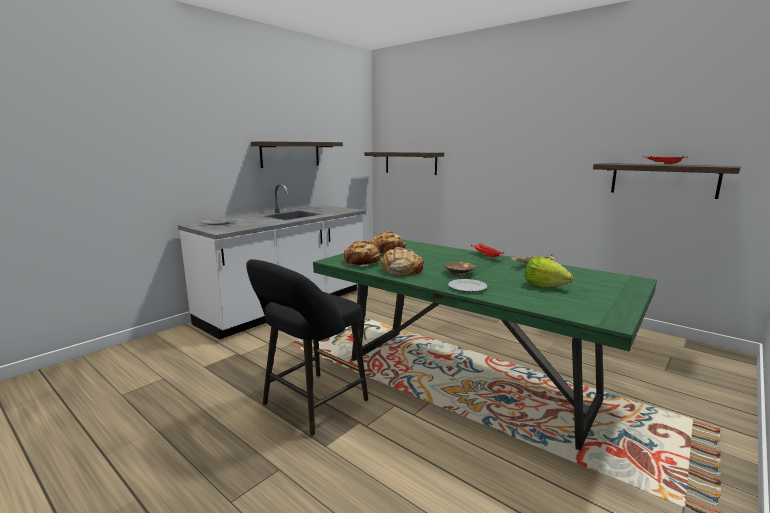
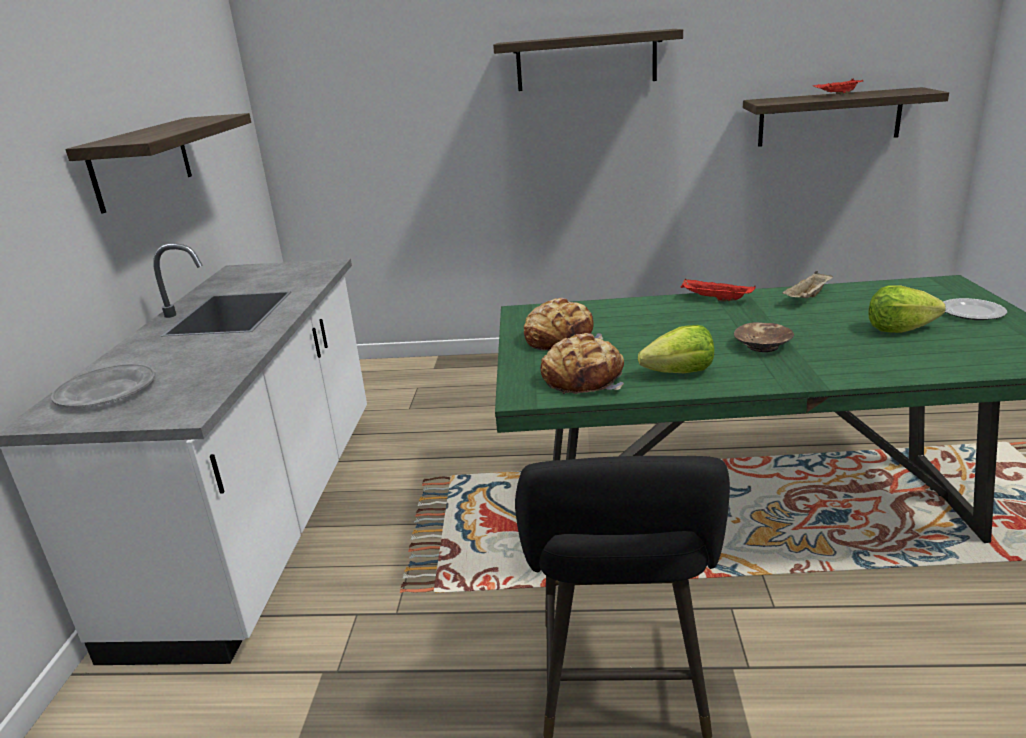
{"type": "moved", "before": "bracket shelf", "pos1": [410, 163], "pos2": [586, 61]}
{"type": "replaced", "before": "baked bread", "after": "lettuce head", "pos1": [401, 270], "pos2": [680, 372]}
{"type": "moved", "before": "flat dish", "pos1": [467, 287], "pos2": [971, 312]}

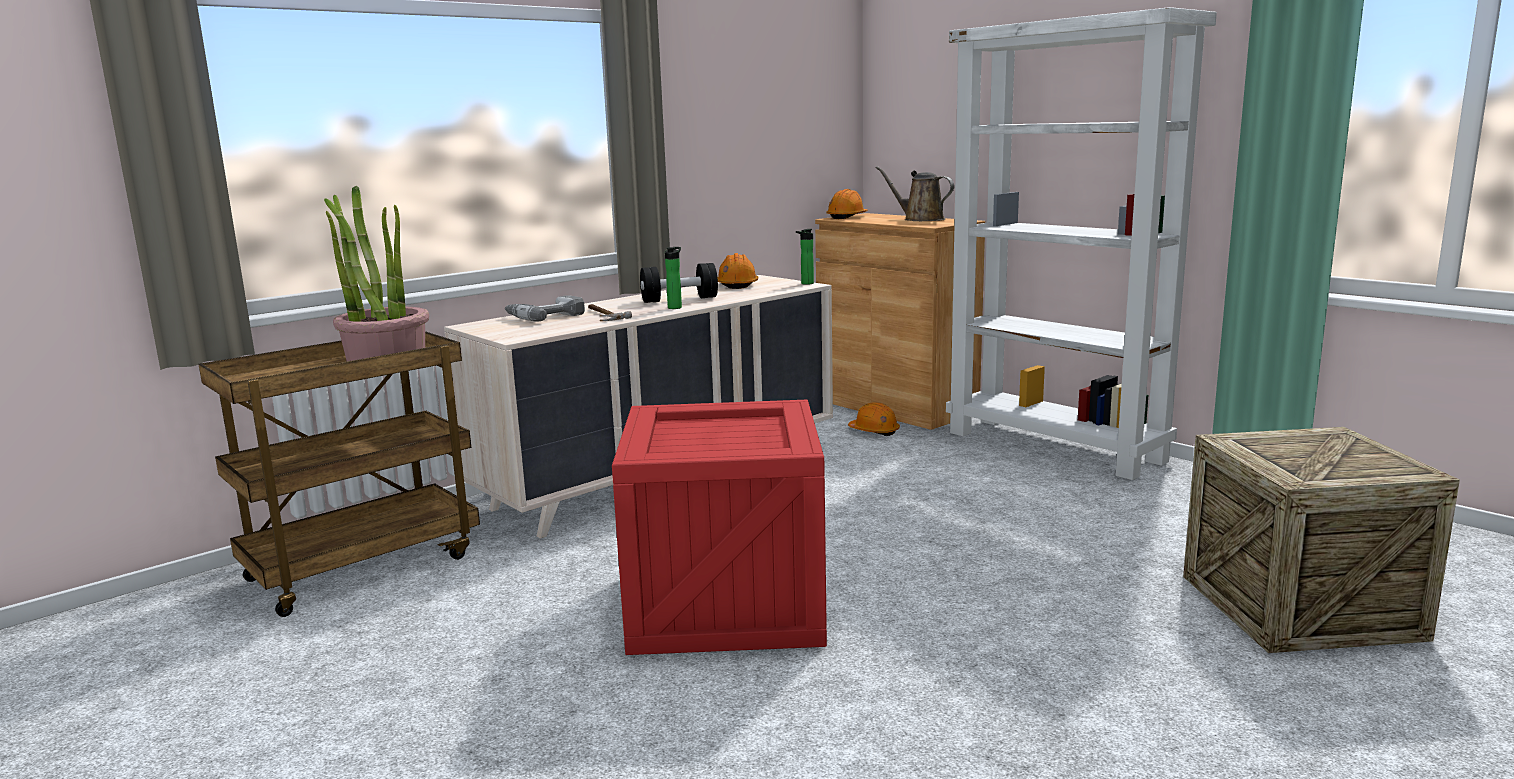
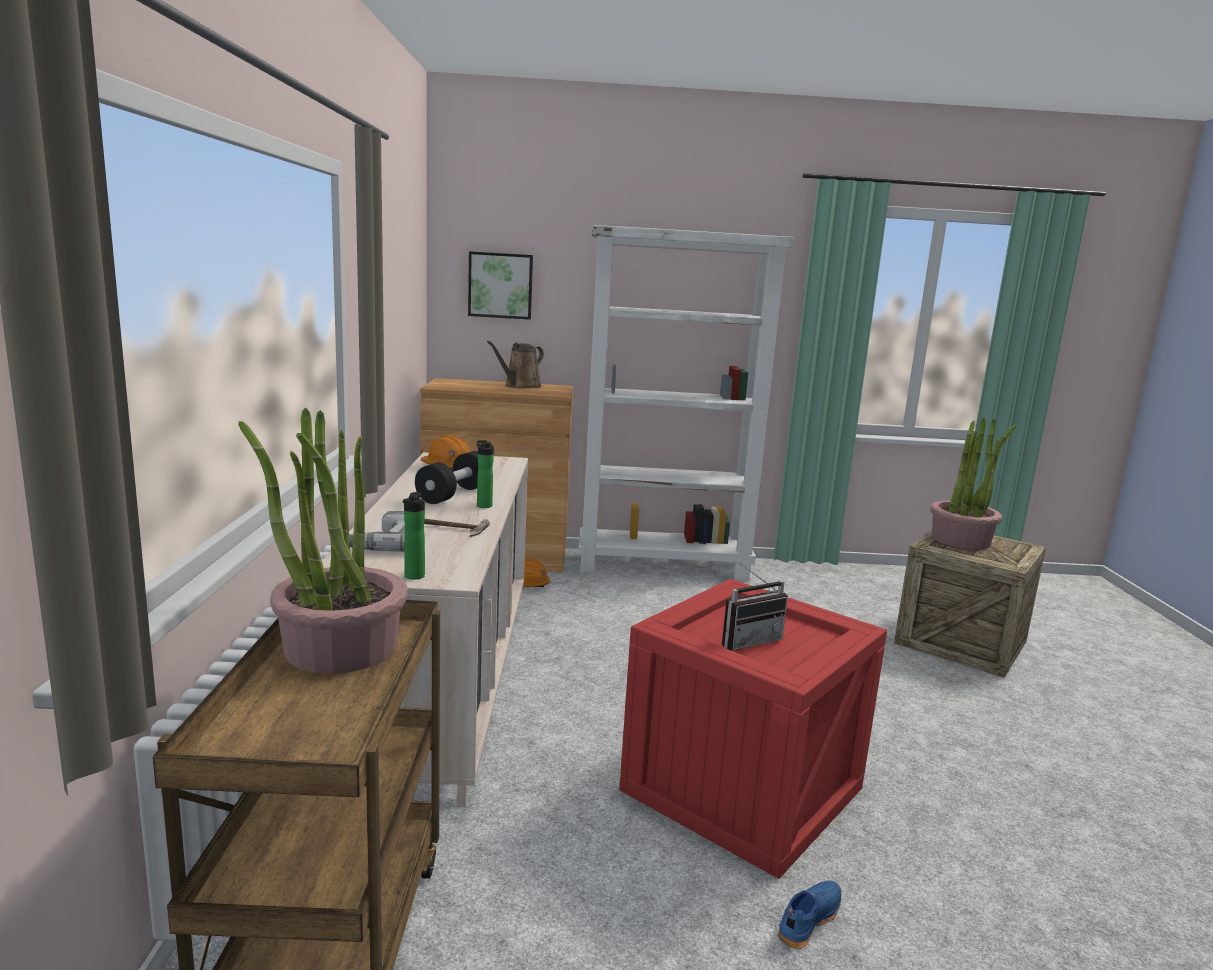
{"type": "turned", "before": "watering can/brownish", "pos1": [920, 219], "pos2": [520, 386], "turn": -45}
{"type": "removed", "before": "safety helmet/orangey", "pos1": [847, 217]}
{"type": "moved", "before": "drink bottle", "pos1": [805, 283], "pos2": [413, 577]}
{"type": "added", "after": "wall picture", "pos2": [500, 285]}
{"type": "added", "after": "houseplant", "pos2": [961, 540]}
{"type": "added", "after": "radio set", "pos2": [747, 640]}
{"type": "added", "after": "low shoe/blue-coloured", "pos2": [807, 920]}

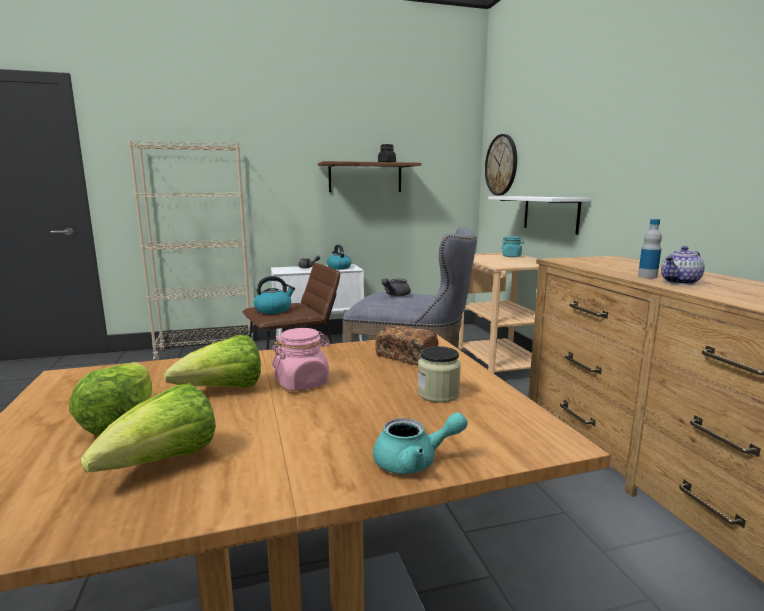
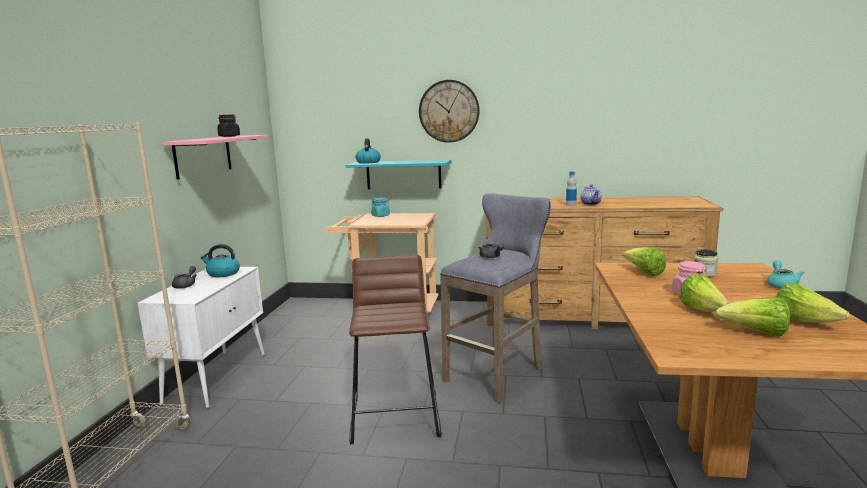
{"type": "moved", "before": "hanging clock", "pos1": [501, 165], "pos2": [449, 111]}
{"type": "recoloured", "before": "bracket shelf/brownish", "after": "bracket shelf/pink-coloured", "pos1": [365, 178], "pos2": [203, 156]}
{"type": "recoloured", "before": "bracket shelf/white-coloured", "after": "bracket shelf/turquoise-coloured", "pos1": [550, 214], "pos2": [403, 174]}
{"type": "moved", "before": "water kettle", "pos1": [273, 310], "pos2": [368, 162]}
{"type": "replaced", "before": "baked bread", "after": "lettuce head", "pos1": [406, 357], "pos2": [644, 272]}

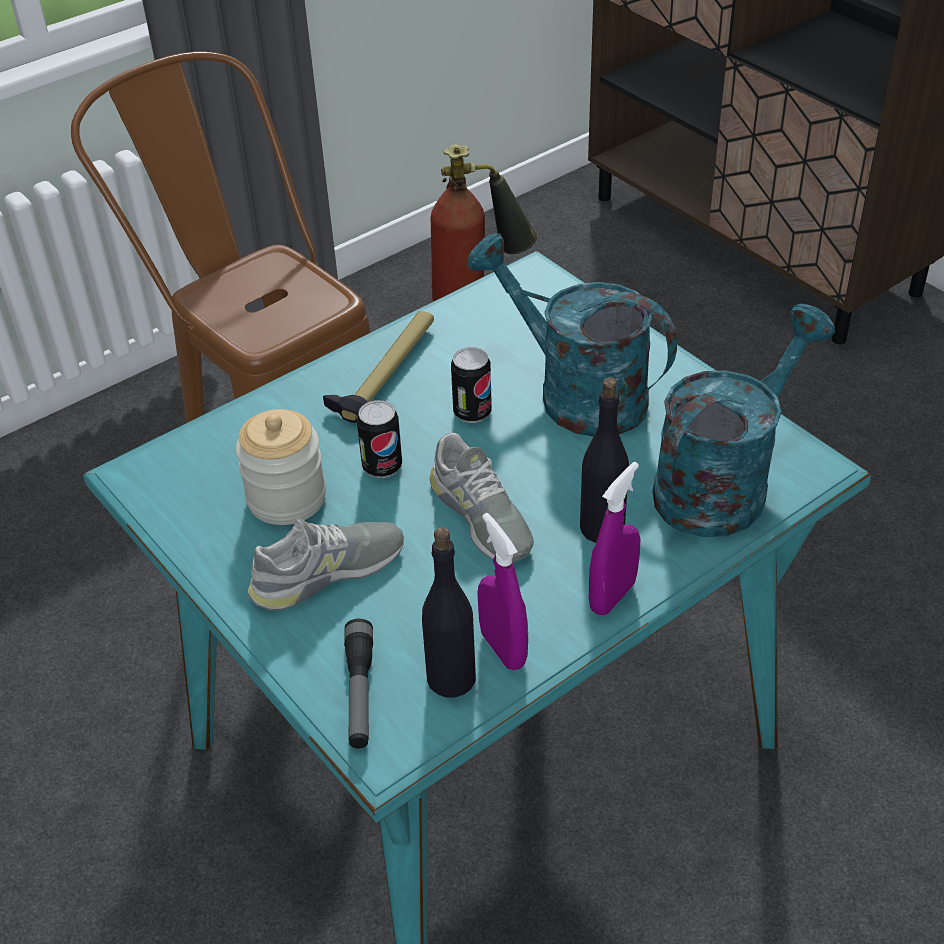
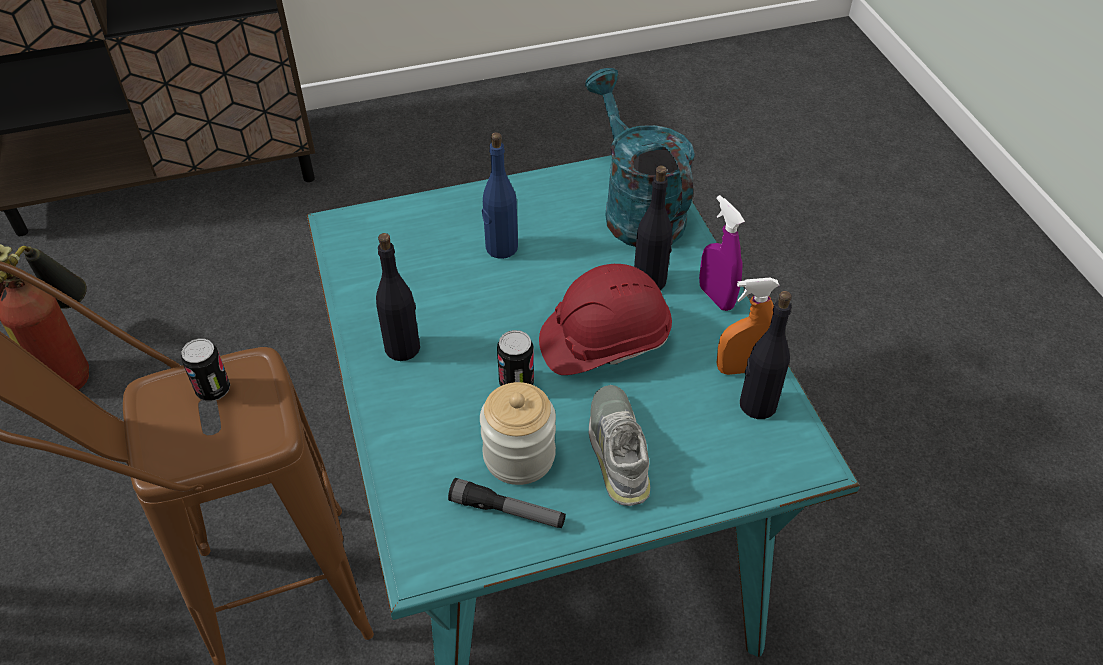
{"type": "replaced", "before": "watering can/turquoise-coloured", "after": "drink bottle/blue-coloured", "pos1": [575, 393], "pos2": [501, 248]}
{"type": "replaced", "before": "tool hammer", "after": "drink bottle/blackish", "pos1": [388, 373], "pos2": [403, 347]}
{"type": "moved", "before": "sealed can", "pos1": [472, 412], "pos2": [213, 390]}
{"type": "replaced", "before": "low shoe/gray", "after": "safety helmet/red", "pos1": [480, 516], "pos2": [604, 341]}
{"type": "recoloured", "before": "hand sprayer/purple-coloured", "after": "hand sprayer/orangey", "pos1": [503, 649], "pos2": [741, 368]}
{"type": "moved", "before": "hand torch", "pos1": [359, 692], "pos2": [507, 511]}

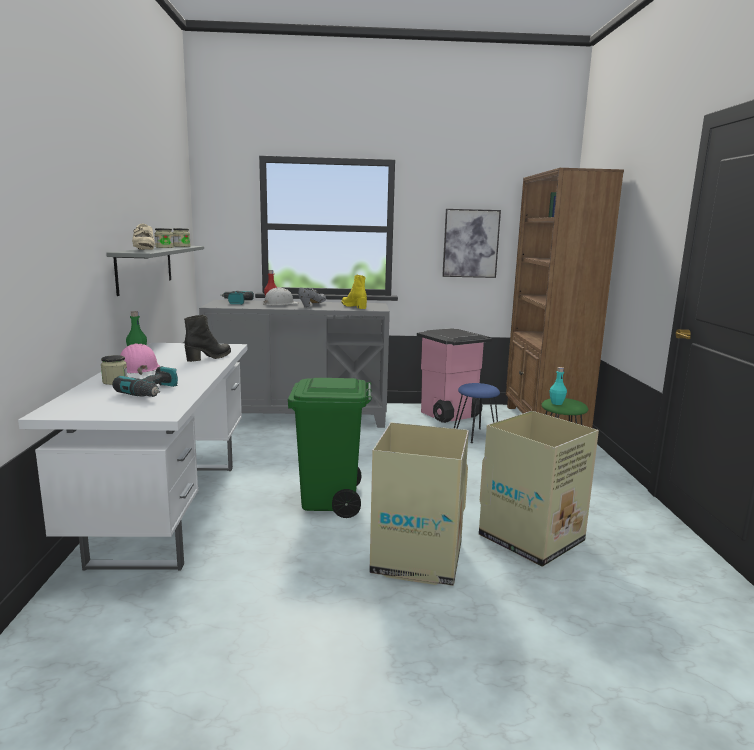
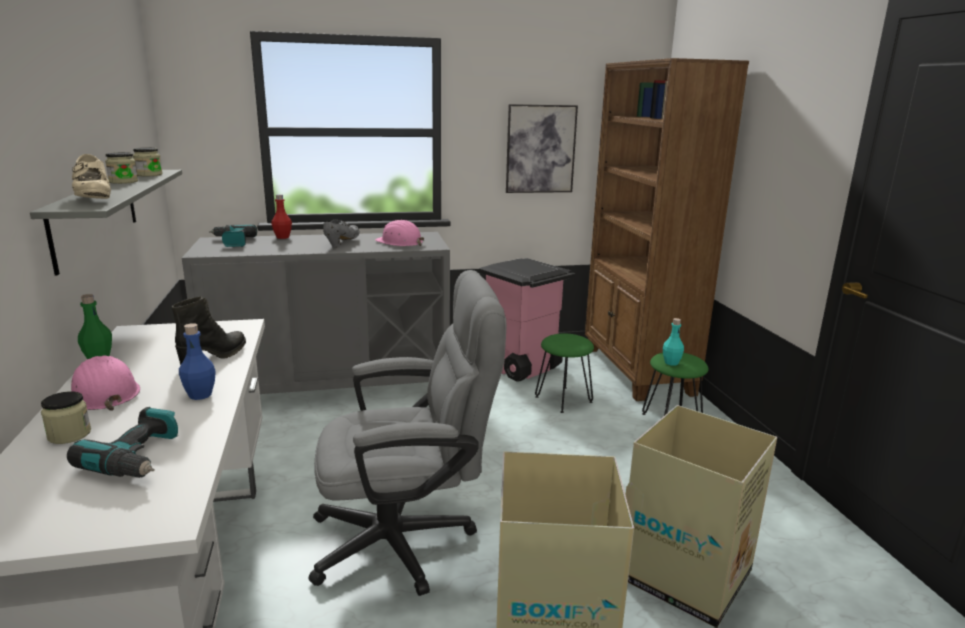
{"type": "replaced", "before": "high-top boot/yellow", "after": "safety helmet/pink-coloured", "pos1": [354, 306], "pos2": [399, 242]}
{"type": "removed", "before": "safety helmet/white-coloured", "pos1": [280, 304]}
{"type": "replaced", "before": "rubbish bin/green", "after": "desk chair/gray", "pos1": [331, 501], "pos2": [407, 540]}
{"type": "recoloured", "before": "sitting stool/blue-coloured", "after": "sitting stool/green", "pos1": [476, 435], "pos2": [564, 399]}
{"type": "added", "after": "drink bottle/blue-coloured", "pos2": [200, 395]}

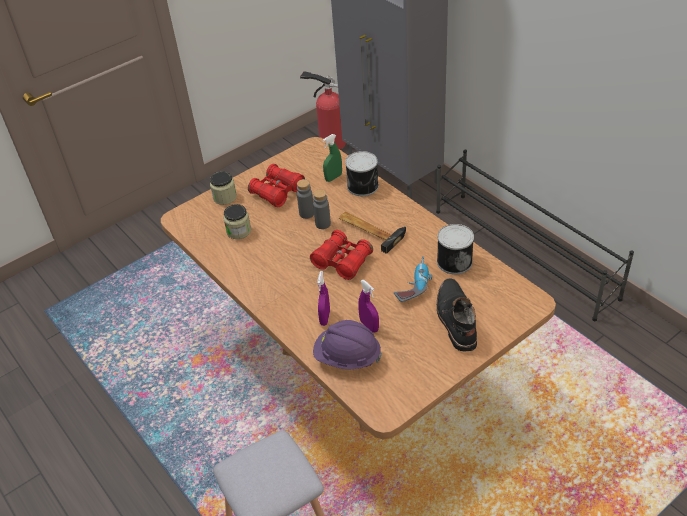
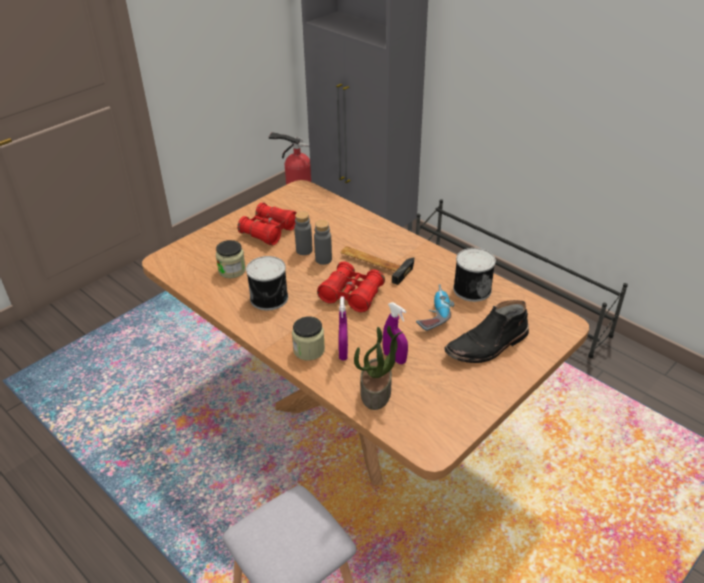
{"type": "removed", "before": "hand sprayer/green", "pos1": [333, 177]}
{"type": "moved", "before": "sealed can", "pos1": [363, 186], "pos2": [270, 298]}
{"type": "moved", "before": "preserve jar", "pos1": [225, 197], "pos2": [309, 350]}
{"type": "turned", "before": "high-top boot/blackish", "pos1": [455, 319], "pos2": [487, 346], "turn": -105}
{"type": "replaced", "before": "safety helmet/purple-coloured", "after": "houseplant", "pos1": [347, 357], "pos2": [376, 392]}

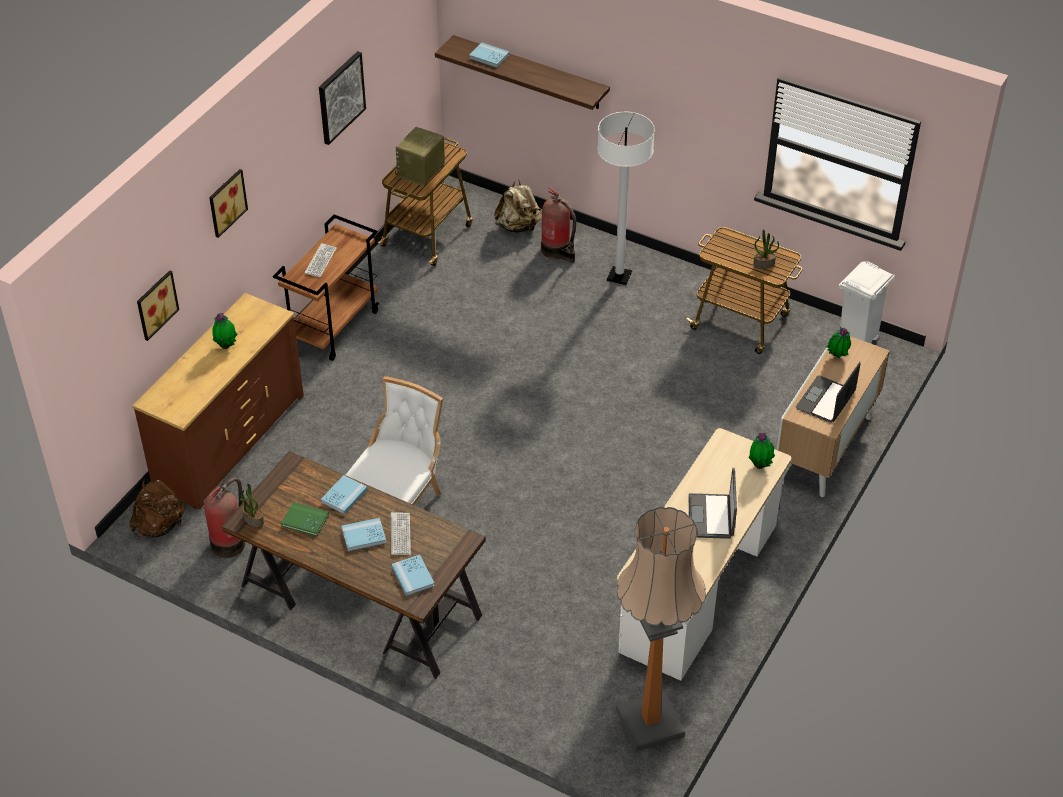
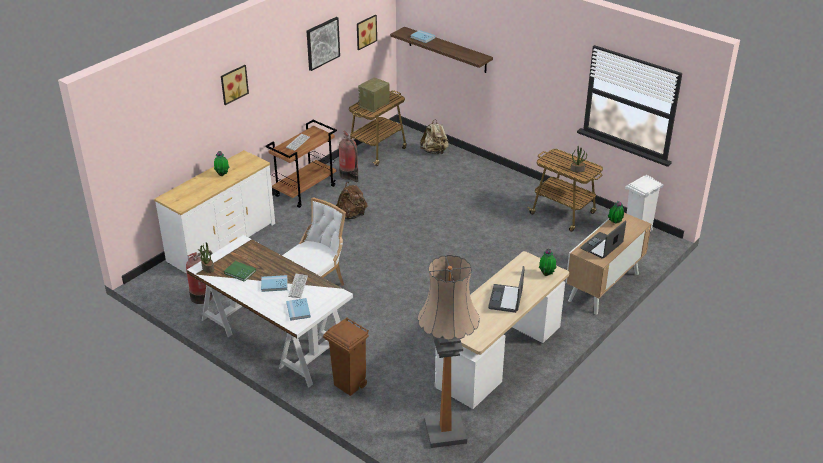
{"type": "removed", "before": "standing lamp/white-coloured", "pos1": [619, 276]}
{"type": "moved", "before": "fire-fighting cylinder", "pos1": [557, 251], "pos2": [349, 175]}
{"type": "moved", "before": "wall picture", "pos1": [155, 304], "pos2": [365, 31]}
{"type": "recoloured", "before": "chest of drawers/brownish", "after": "chest of drawers/white-coloured", "pos1": [229, 441], "pos2": [221, 242]}
{"type": "recoloured", "before": "desk table/brownish", "after": "desk table/white-coloured", "pos1": [360, 601], "pos2": [273, 337]}
{"type": "removed", "before": "volume/blue-coloured", "pos1": [344, 496]}
{"type": "moved", "before": "knapsack/brownish", "pos1": [159, 526], "pos2": [351, 215]}
{"type": "added", "after": "rubbish bin/brownish", "pos2": [349, 385]}

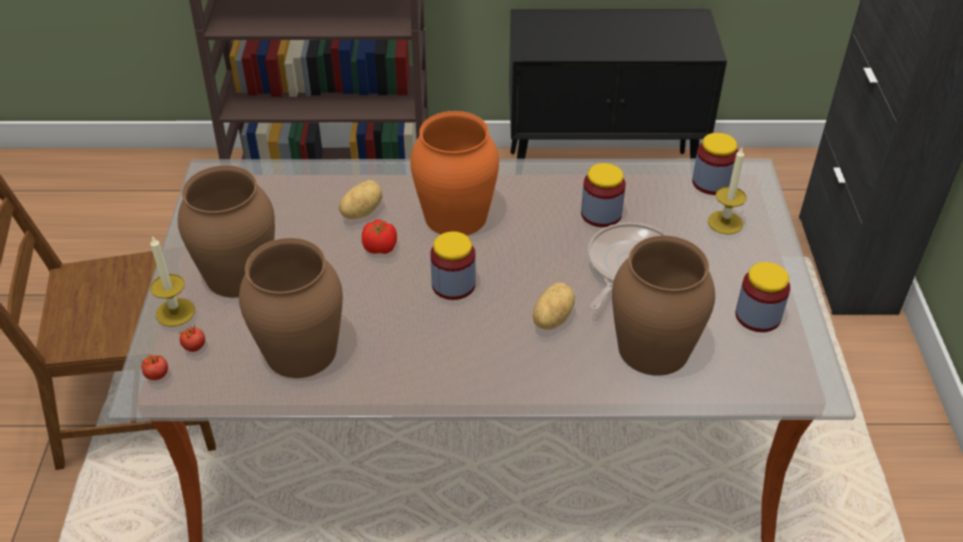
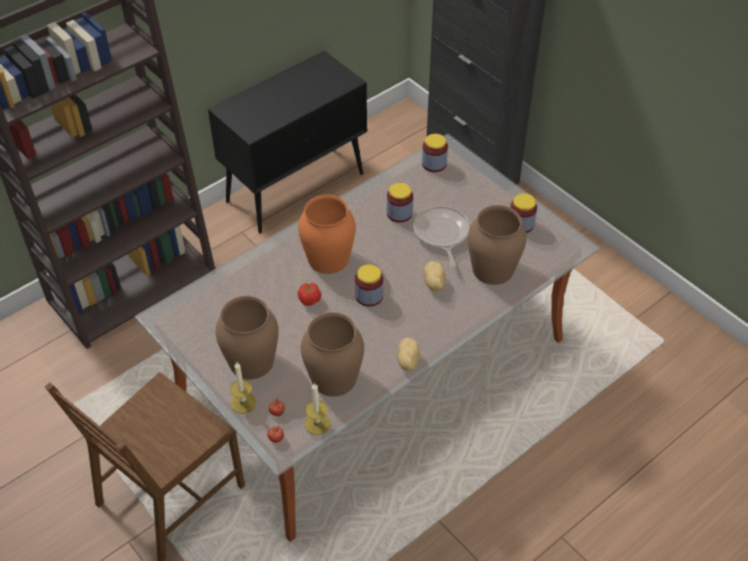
{"type": "moved", "before": "wax candle", "pos1": [725, 222], "pos2": [317, 423]}
{"type": "moved", "before": "potato", "pos1": [361, 212], "pos2": [407, 361]}

